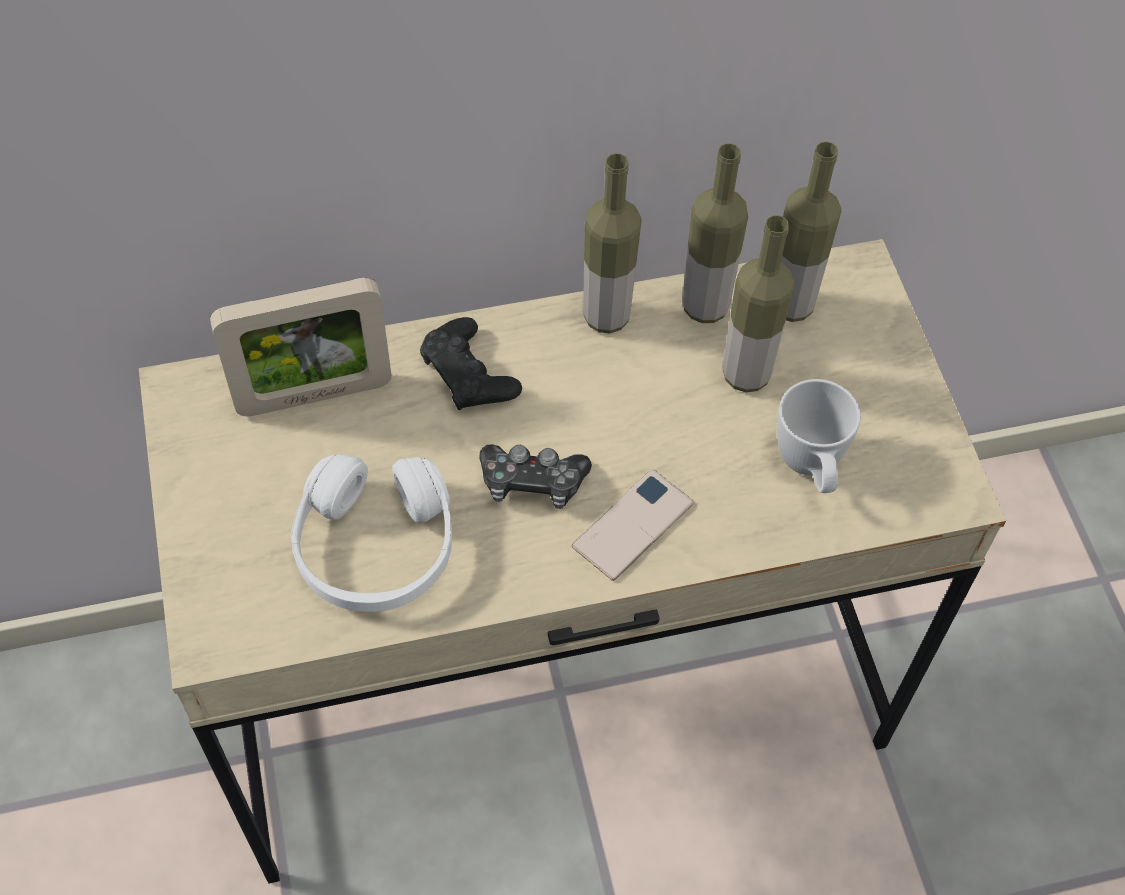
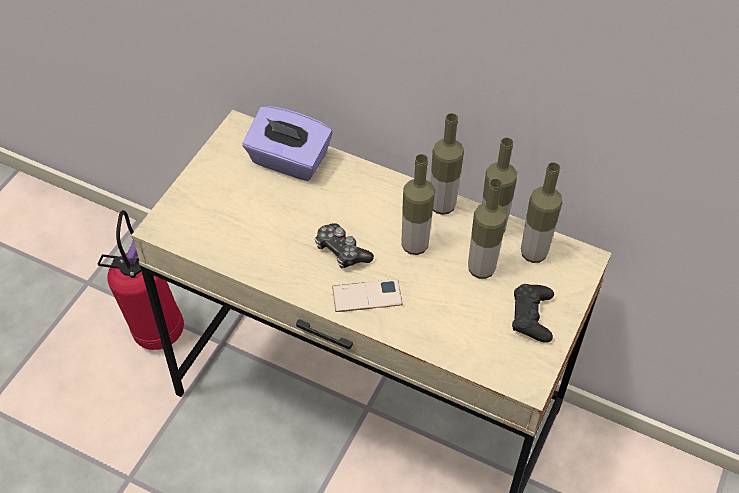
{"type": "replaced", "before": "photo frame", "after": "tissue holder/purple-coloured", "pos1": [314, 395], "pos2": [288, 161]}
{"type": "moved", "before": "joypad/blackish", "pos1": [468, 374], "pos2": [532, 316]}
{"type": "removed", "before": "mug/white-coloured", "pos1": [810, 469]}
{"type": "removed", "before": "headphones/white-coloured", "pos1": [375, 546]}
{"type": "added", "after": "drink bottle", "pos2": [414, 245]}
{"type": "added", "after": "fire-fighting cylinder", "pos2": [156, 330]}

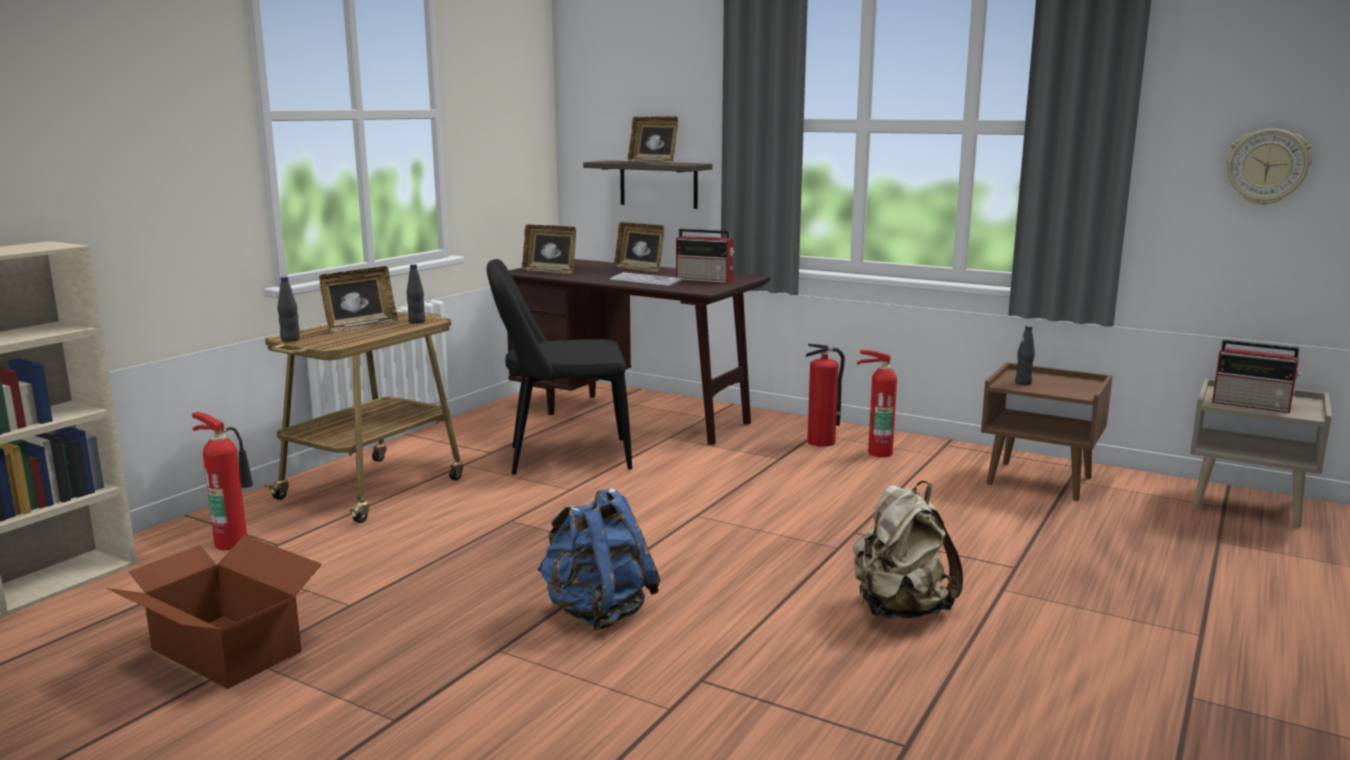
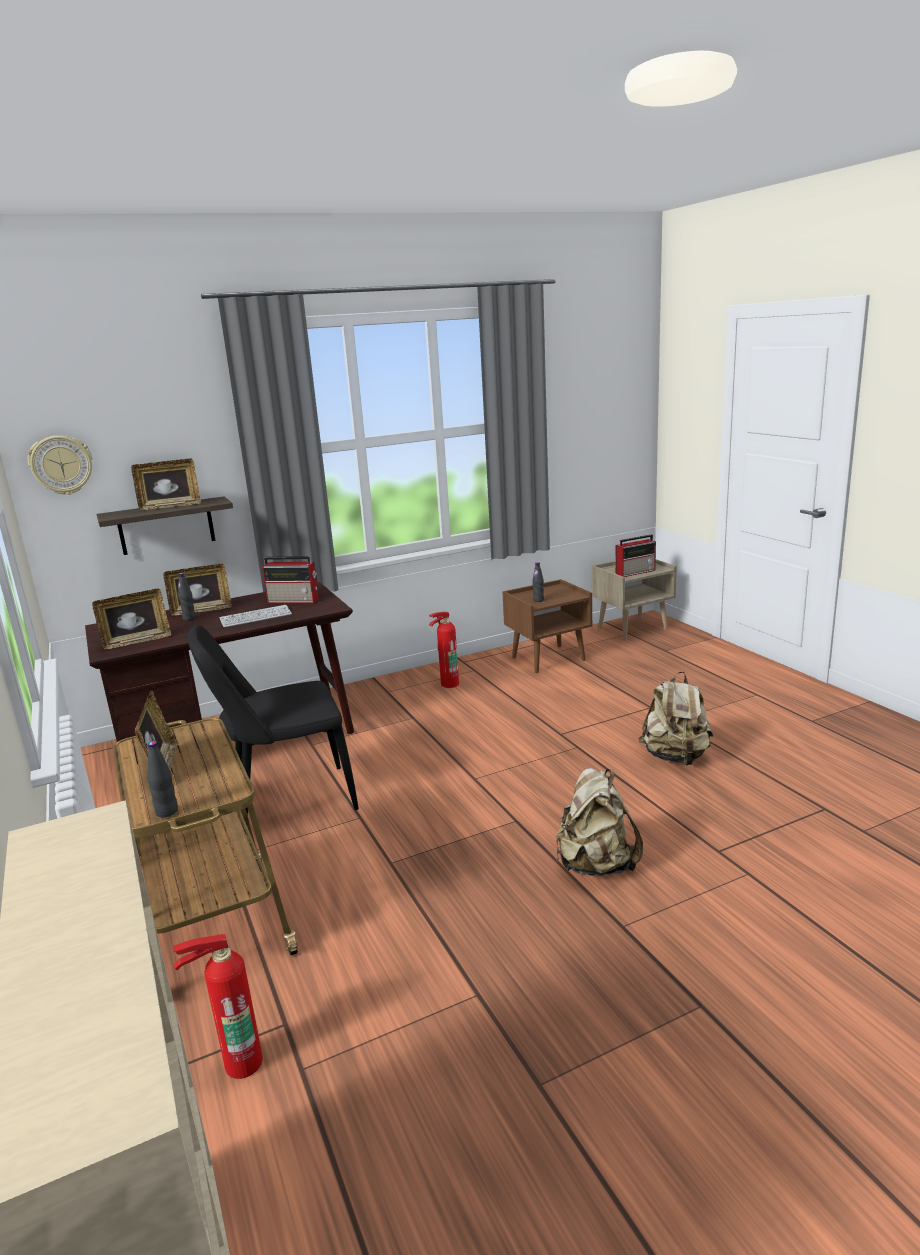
{"type": "moved", "before": "hanging clock", "pos1": [1267, 167], "pos2": [61, 465]}
{"type": "turned", "before": "radio set", "pos1": [705, 280], "pos2": [294, 600], "turn": 45}
{"type": "turned", "before": "plain chair/blackish", "pos1": [562, 458], "pos2": [287, 803], "turn": 45}
{"type": "moved", "before": "drink bottle/blackish", "pos1": [417, 322], "pos2": [189, 619]}
{"type": "removed", "before": "fire-fighting cylinder", "pos1": [822, 442]}
{"type": "recoloured", "before": "knapsack/blue-coloured", "after": "knapsack/beige", "pos1": [598, 612], "pos2": [596, 865]}
{"type": "removed", "before": "cardboard box", "pos1": [225, 652]}

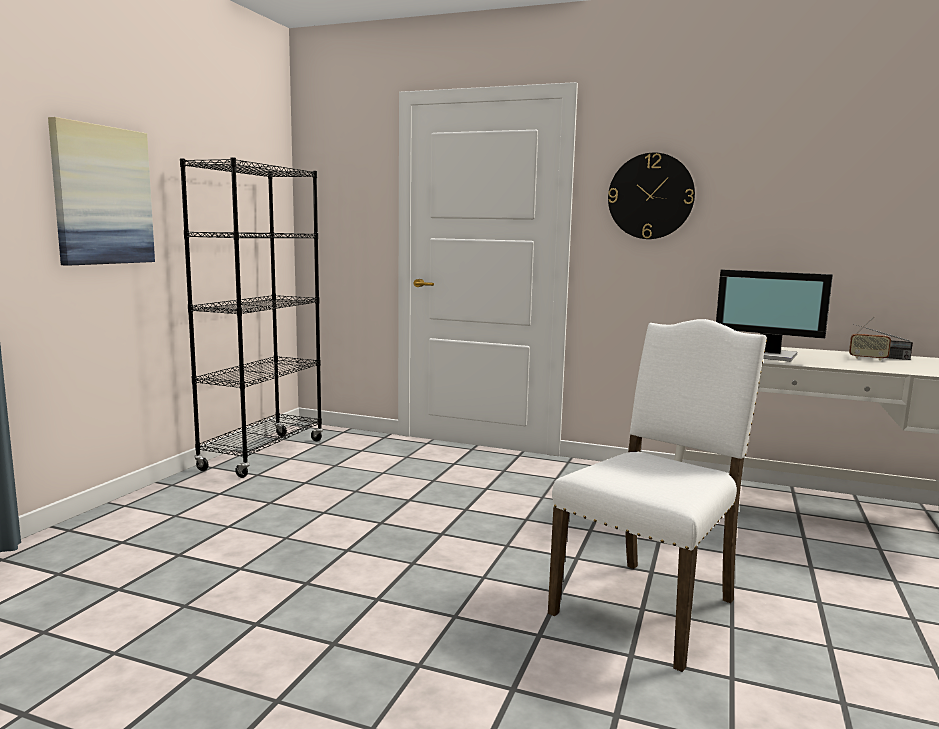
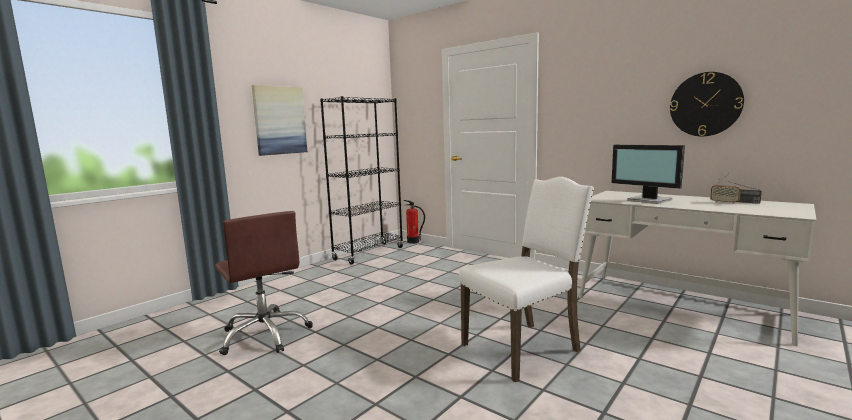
{"type": "moved", "before": "hanging clock", "pos1": [650, 196], "pos2": [705, 104]}
{"type": "added", "after": "fire-fighting cylinder", "pos2": [413, 242]}
{"type": "added", "after": "desk chair/brownish", "pos2": [265, 335]}

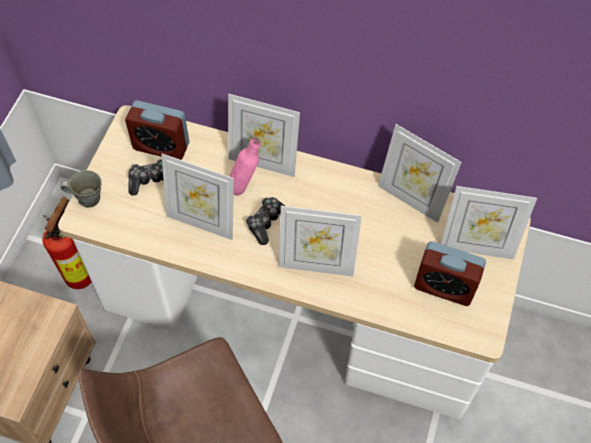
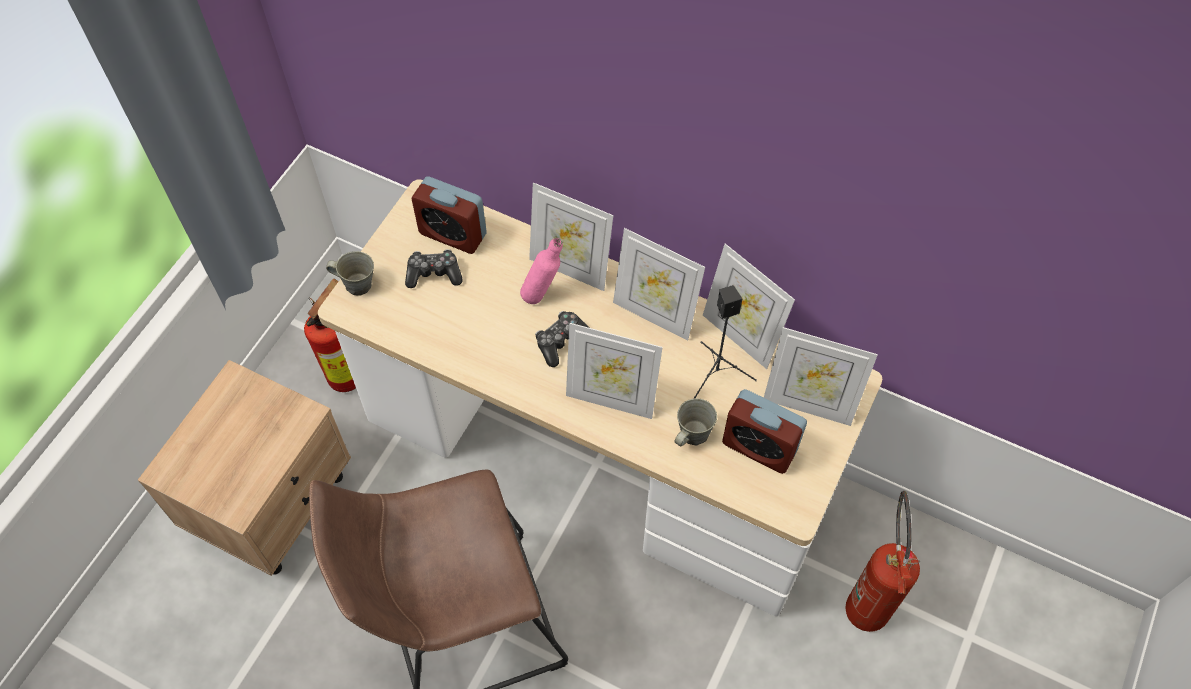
{"type": "moved", "before": "photo frame", "pos1": [202, 221], "pos2": [654, 314]}
{"type": "added", "after": "loudspeaker/blackish", "pos2": [717, 374]}
{"type": "added", "after": "mug/gray", "pos2": [692, 434]}
{"type": "added", "after": "fire-fighting cylinder", "pos2": [866, 599]}

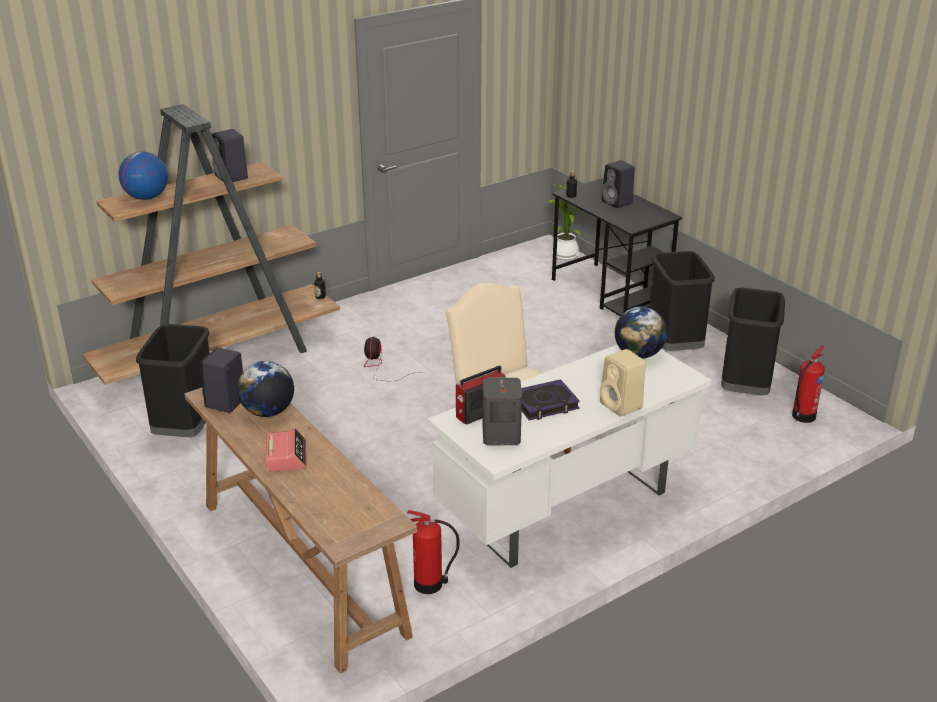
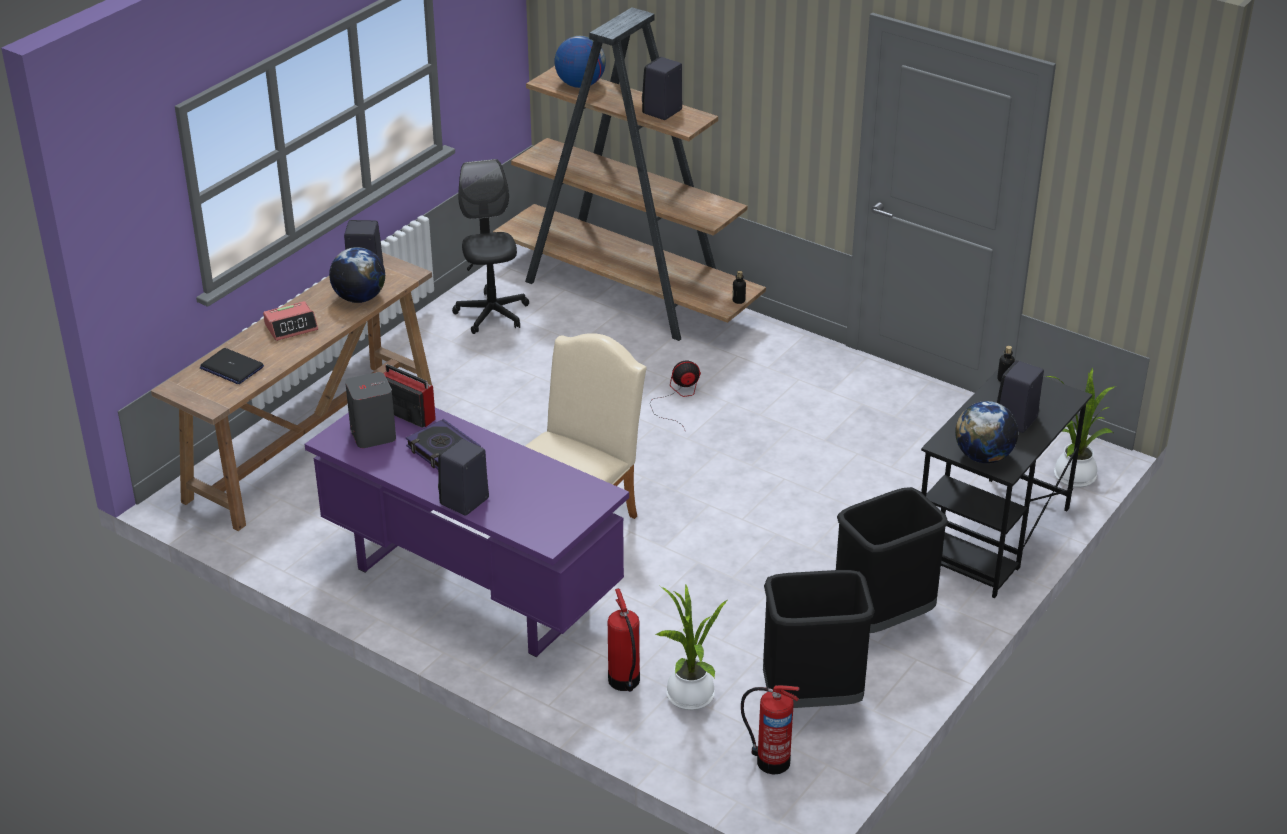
{"type": "moved", "before": "globe", "pos1": [638, 354], "pos2": [983, 457]}
{"type": "replaced", "before": "rubbish bin/blackish", "after": "desk chair/blackish", "pos1": [185, 429], "pos2": [492, 314]}
{"type": "recoloured", "before": "desk table/white-coloured", "after": "desk table/purple-coloured", "pos1": [567, 510], "pos2": [470, 589]}
{"type": "recoloured", "before": "loudspeaker/beige", "after": "loudspeaker/blackish", "pos1": [622, 406], "pos2": [463, 502]}
{"type": "moved", "before": "fire-fighting cylinder", "pos1": [430, 584], "pos2": [624, 682]}
{"type": "added", "after": "notebook computer", "pos2": [231, 367]}
{"type": "added", "after": "houseplant", "pos2": [689, 698]}

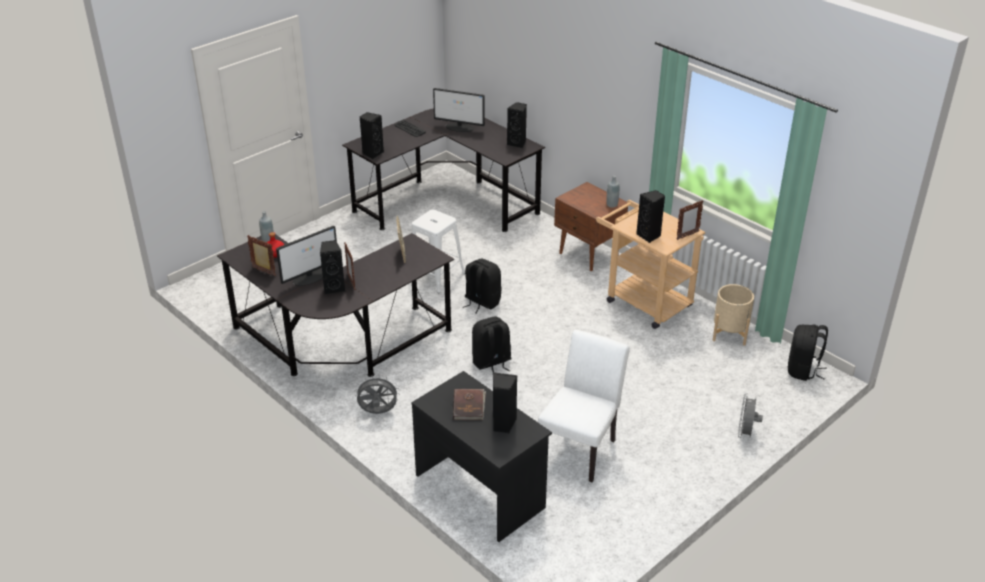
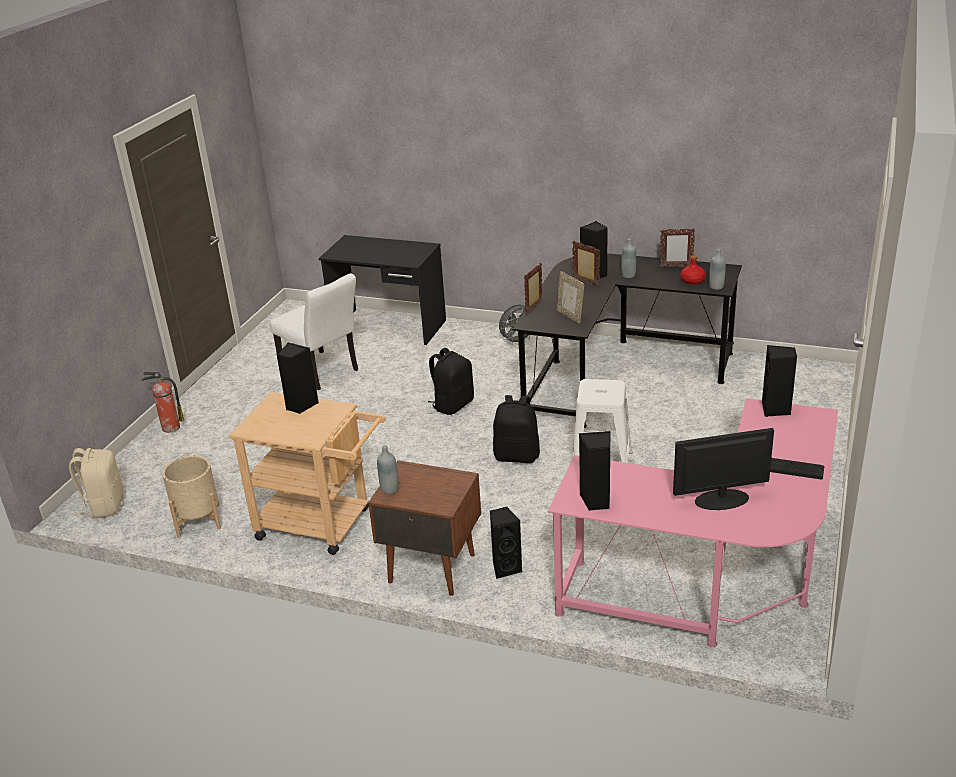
{"type": "recoloured", "before": "desk table/blackish", "after": "desk table/pink-coloured", "pos1": [446, 201], "pos2": [715, 581]}
{"type": "moved", "before": "photo frame", "pos1": [687, 236], "pos2": [534, 308]}
{"type": "replaced", "before": "computer display", "after": "drink bottle/gray", "pos1": [310, 277], "pos2": [628, 275]}
{"type": "recoloured", "before": "knapsack/blackish", "after": "knapsack/beige", "pos1": [803, 370], "pos2": [104, 506]}
{"type": "turned", "before": "plain chair/white-coloured", "pos1": [580, 448], "pos2": [323, 372], "turn": -45}
{"type": "moved", "before": "loudspeaker/blackish", "pos1": [503, 424], "pos2": [505, 568]}
{"type": "removed", "before": "volume/brownish", "pos1": [469, 406]}
{"type": "replaced", "before": "cooling fan/gray", "after": "fire-fighting cylinder", "pos1": [745, 433], "pos2": [170, 428]}

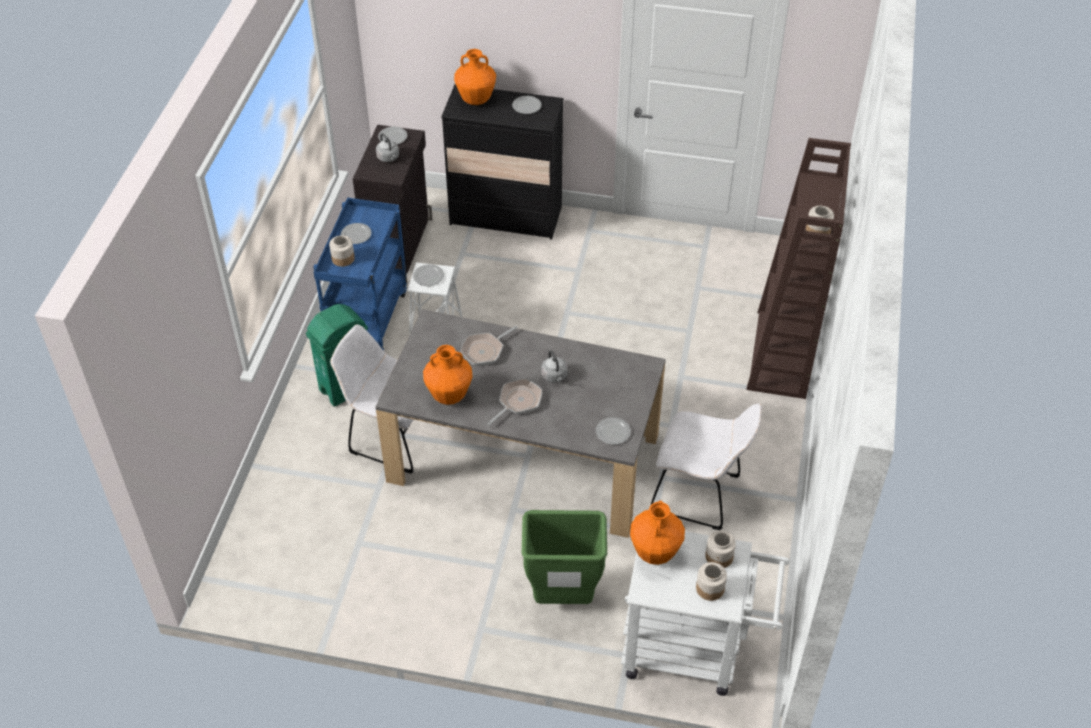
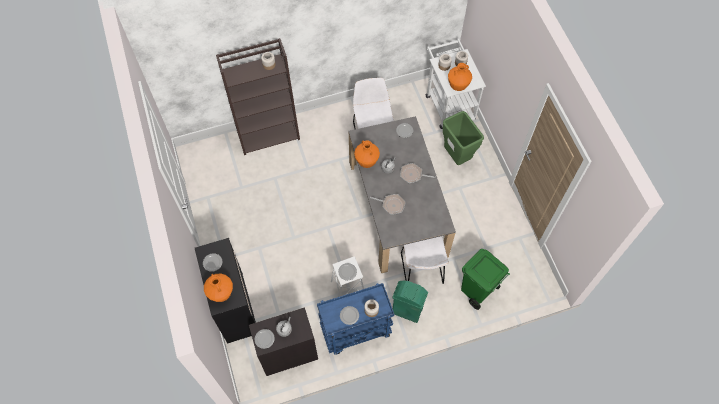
{"type": "moved", "before": "decorative vase/orangey", "pos1": [449, 396], "pos2": [366, 162]}
{"type": "added", "after": "rubbish bin/green", "pos2": [477, 291]}

